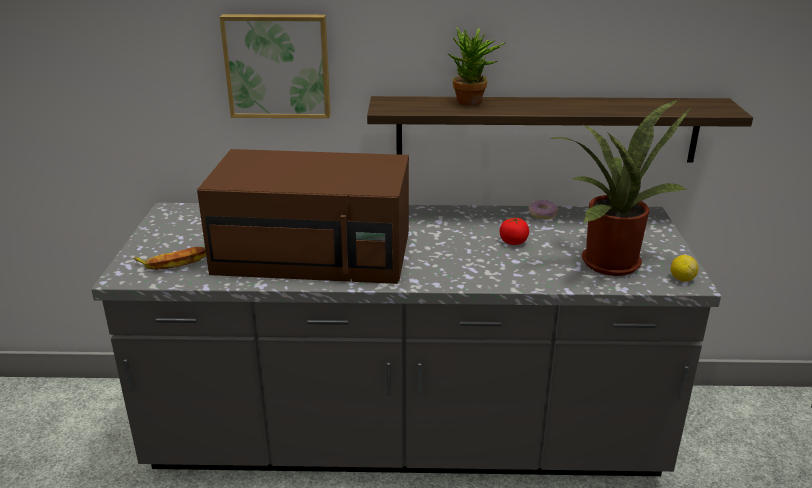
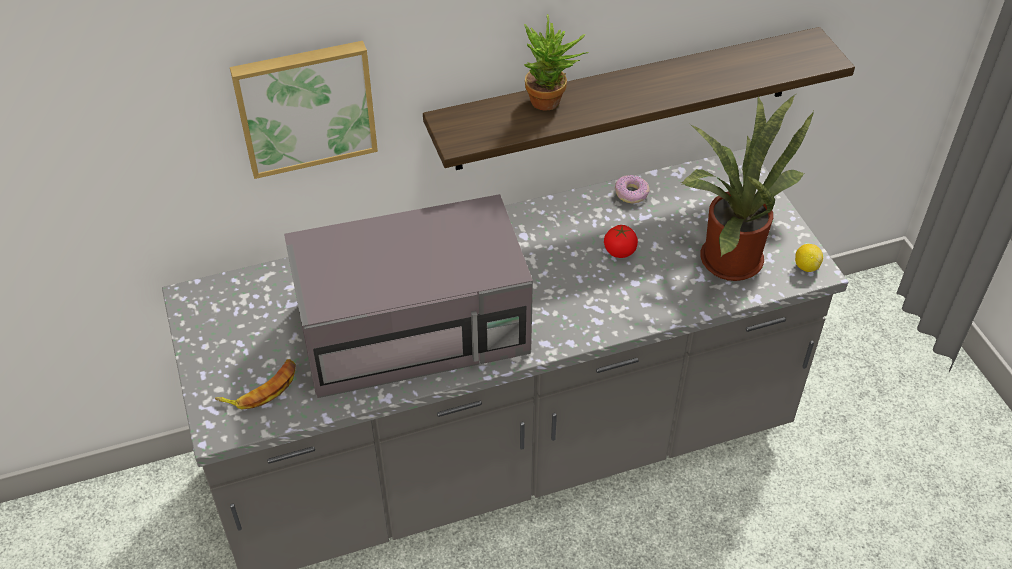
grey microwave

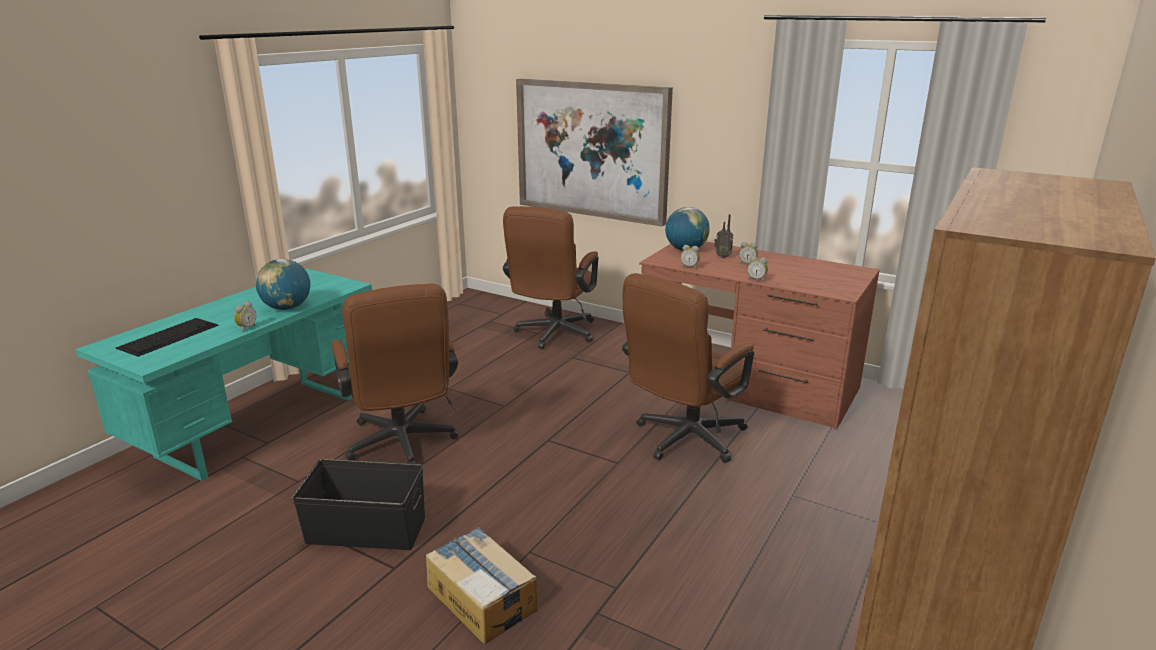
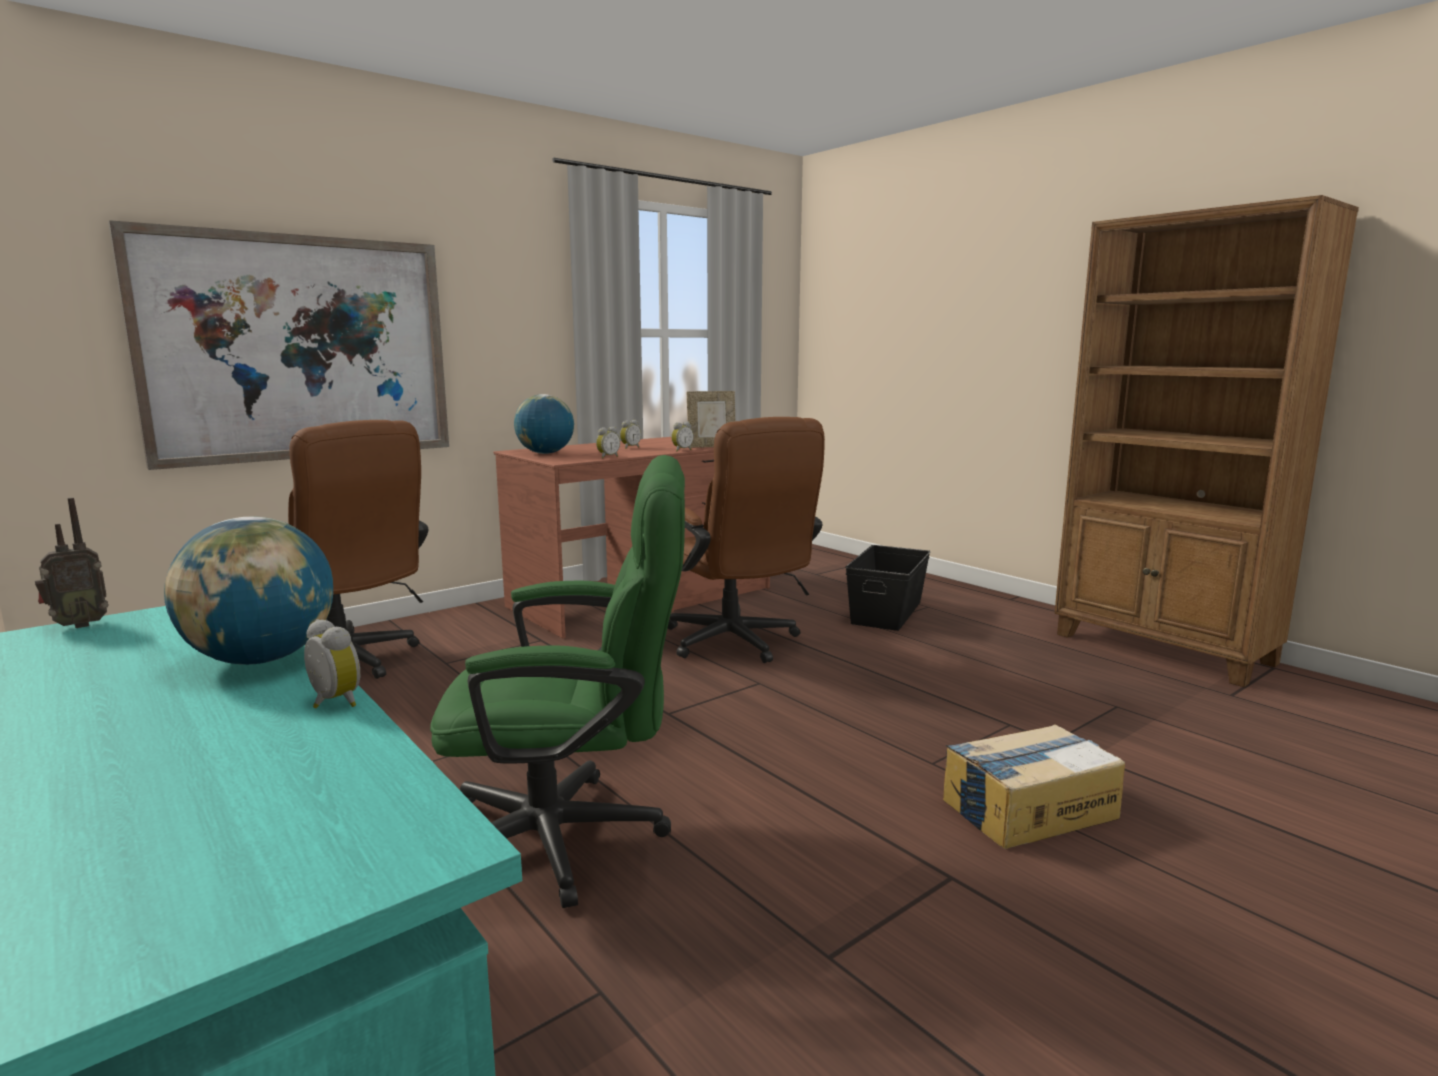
keyboard; black storage box; green office chair; radio; picture frame

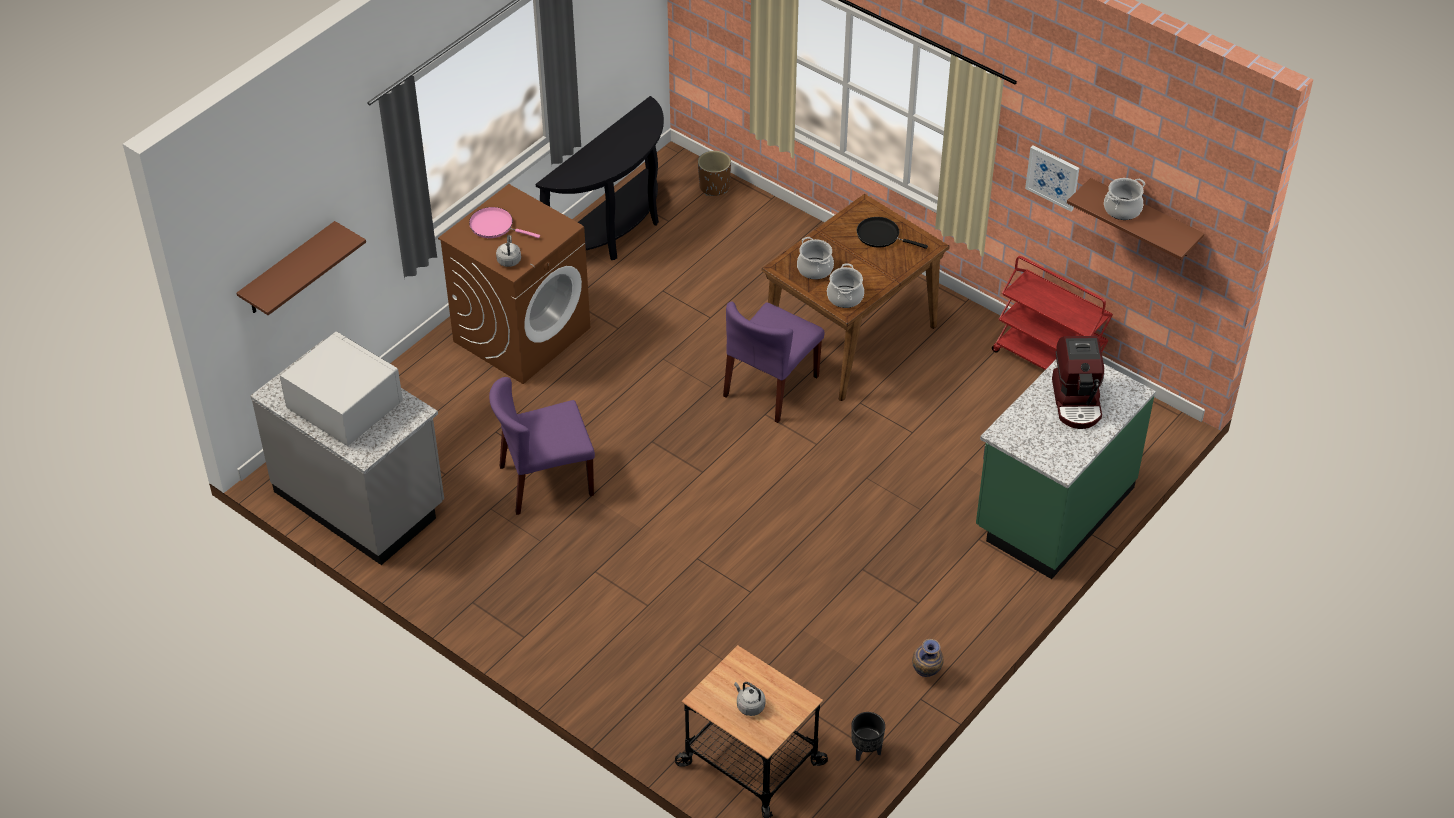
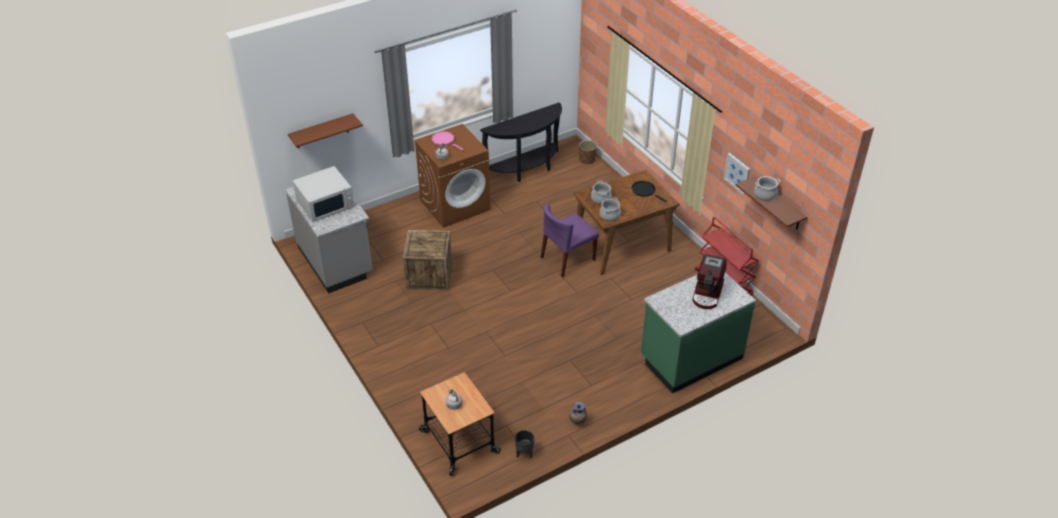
white microwave; crate

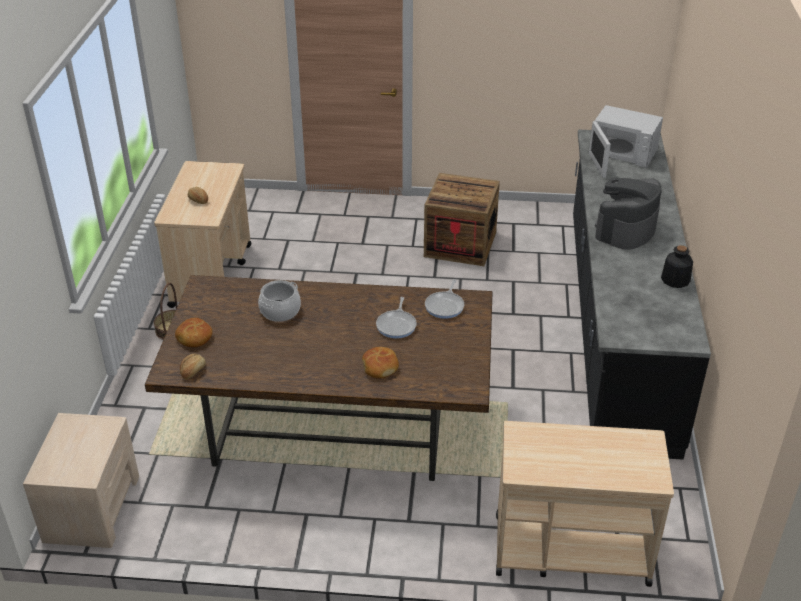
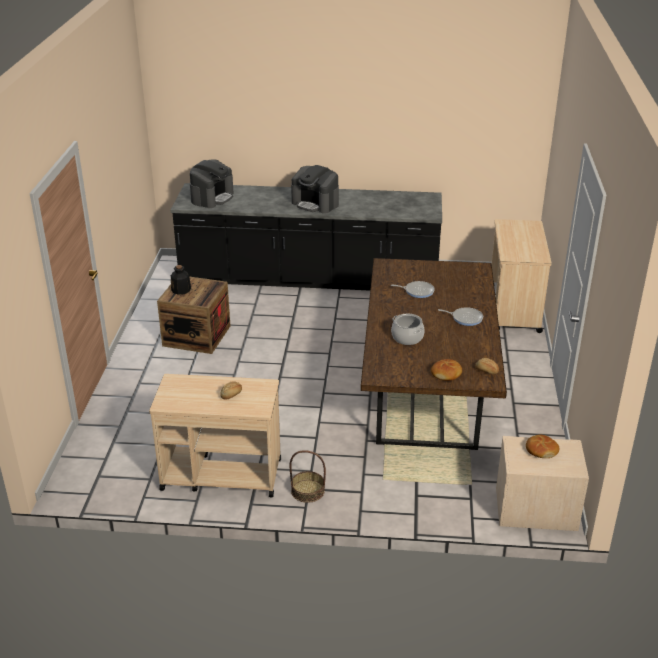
bread (4th from left); frying pan (2nd from left); coffee machine (1st from left); bottle

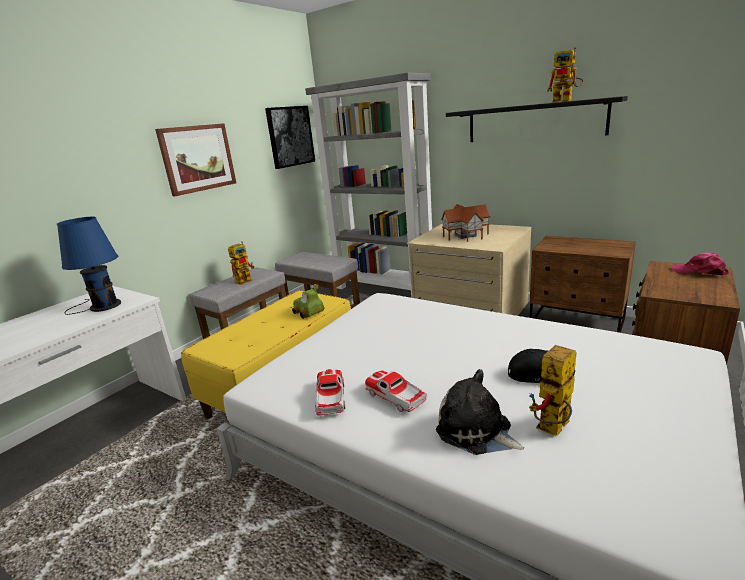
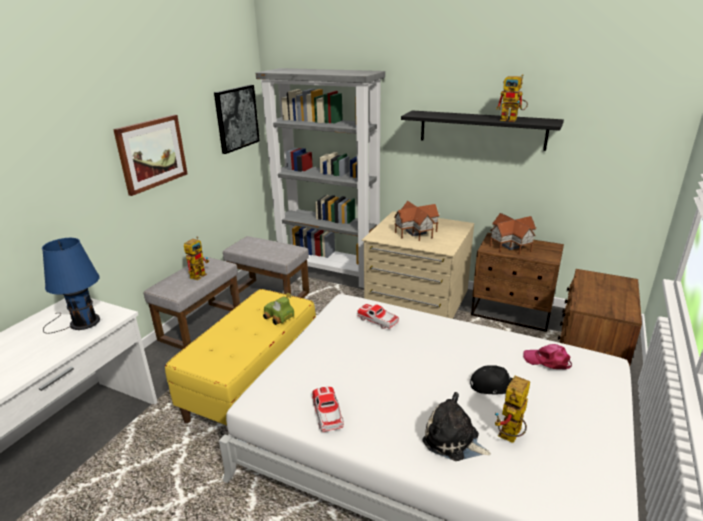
toy car (3rd from left); pink cap; toy house (2nd from left)

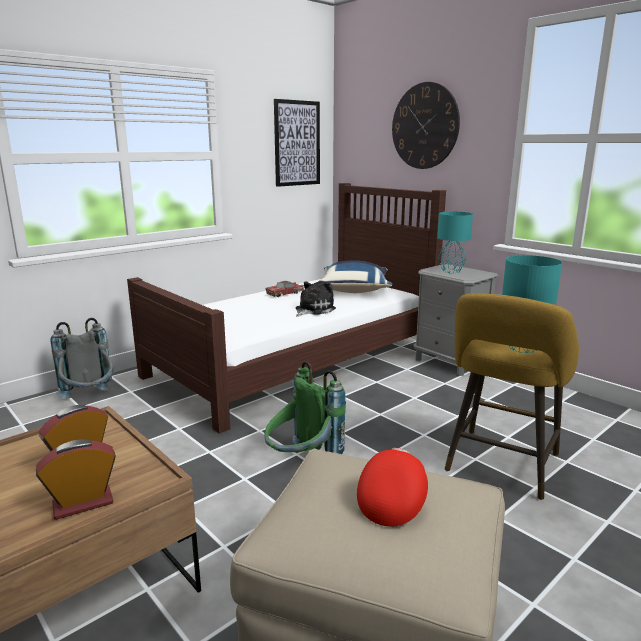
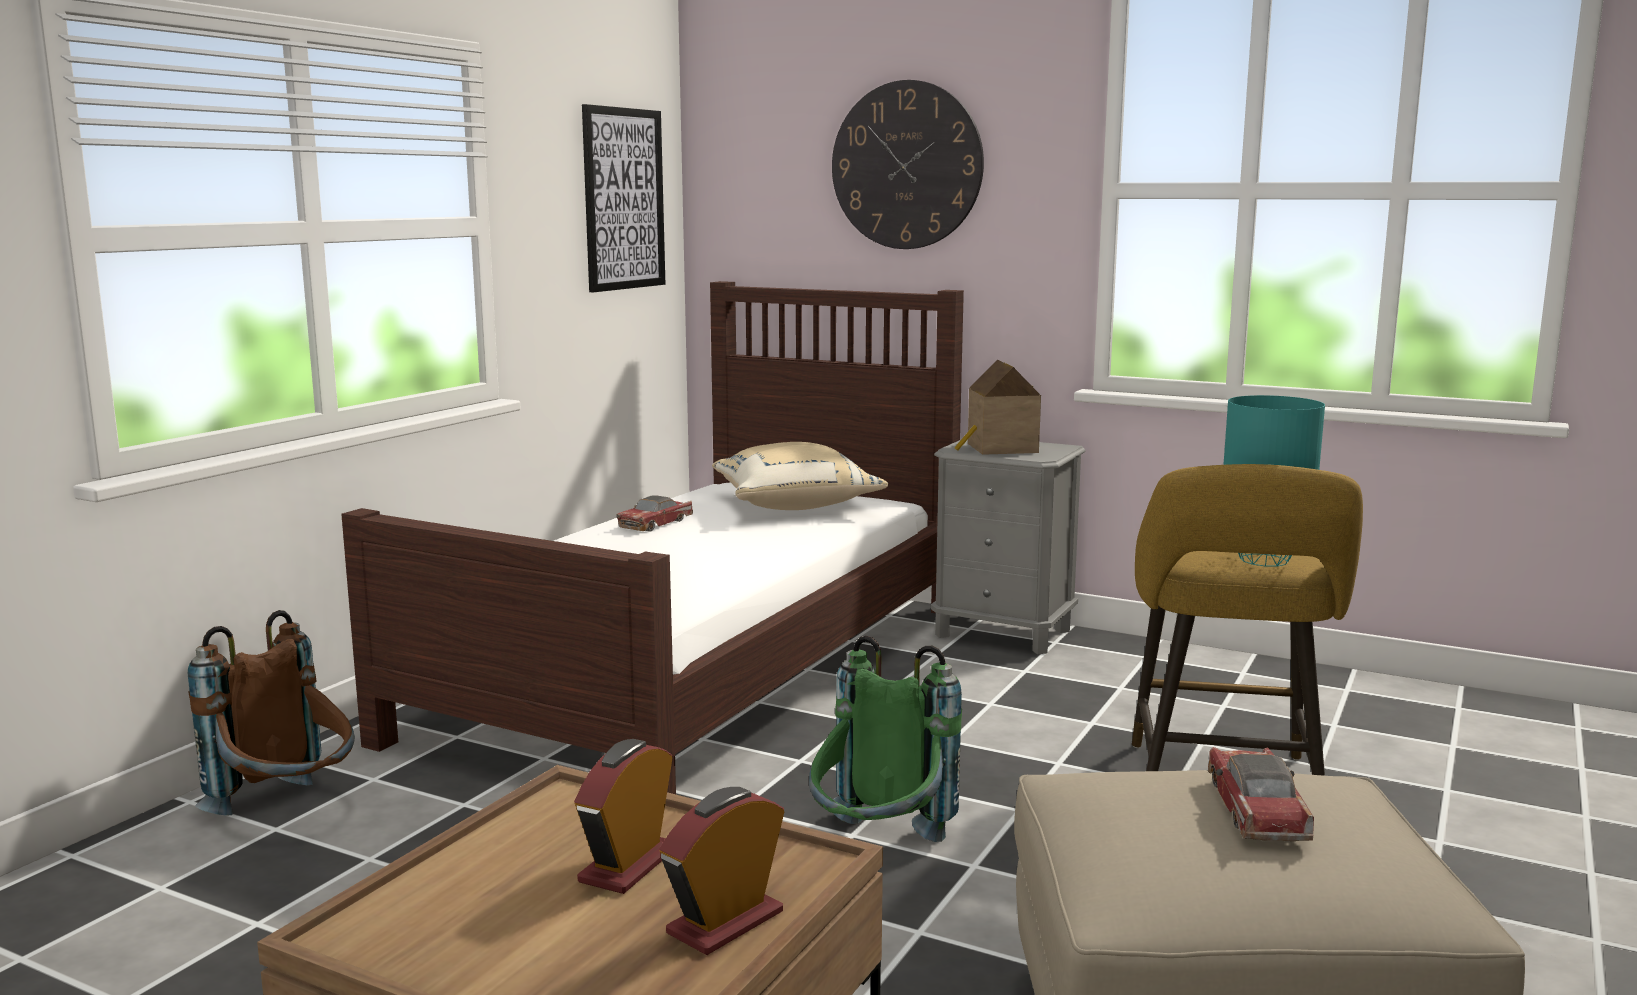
brown backpack; plush toy; beige pillow; toy car (2nd from left); toy house

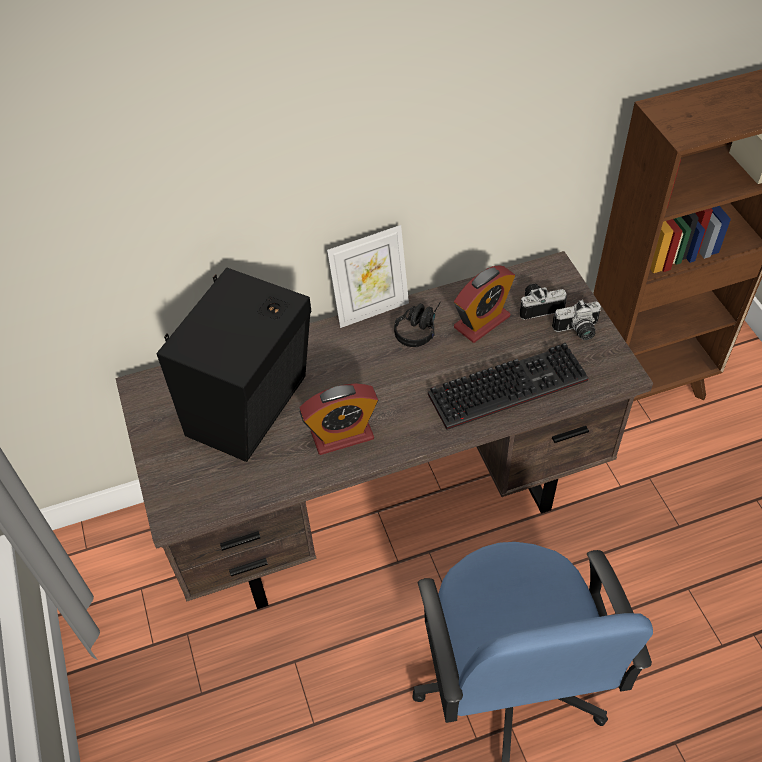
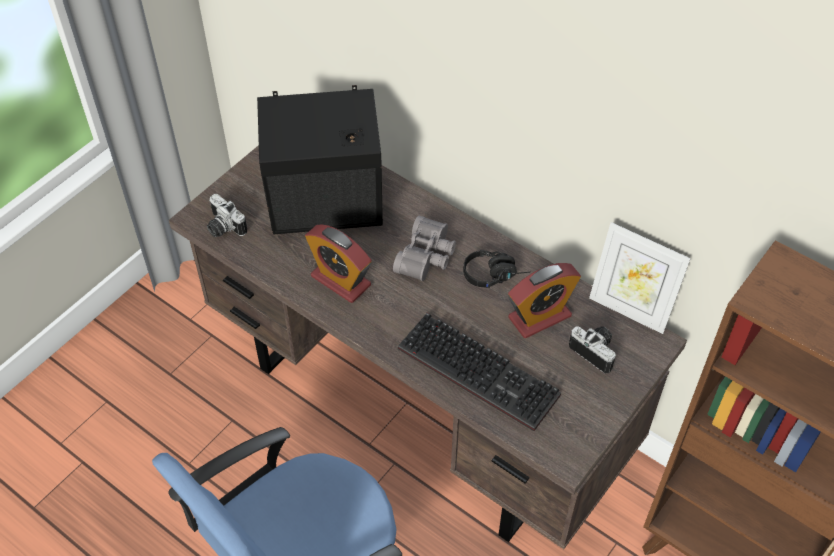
picture frame; alarm clock (2nd from left); photo camera (1st from left); grey binoculars

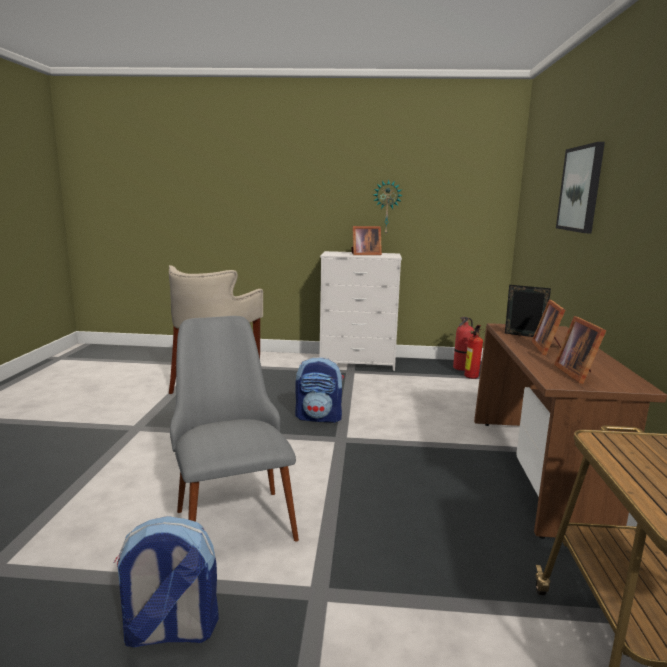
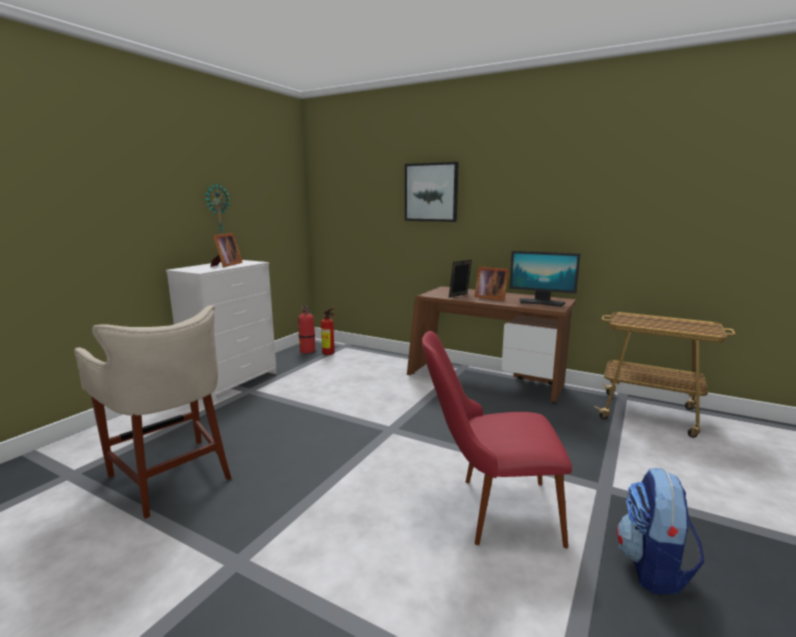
red chair; backpack (2nd from left in the first image); monitor

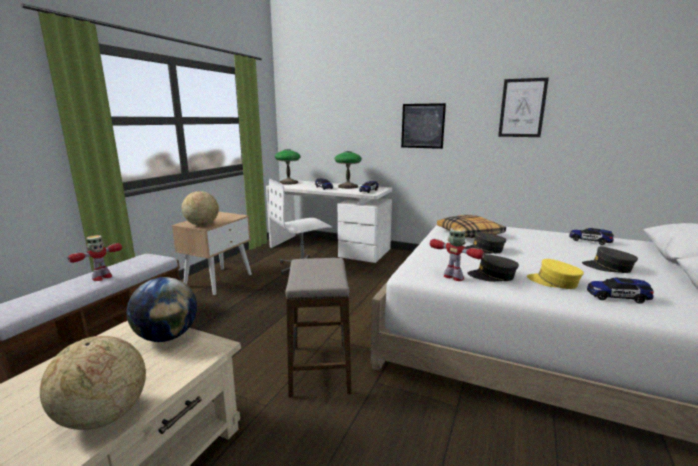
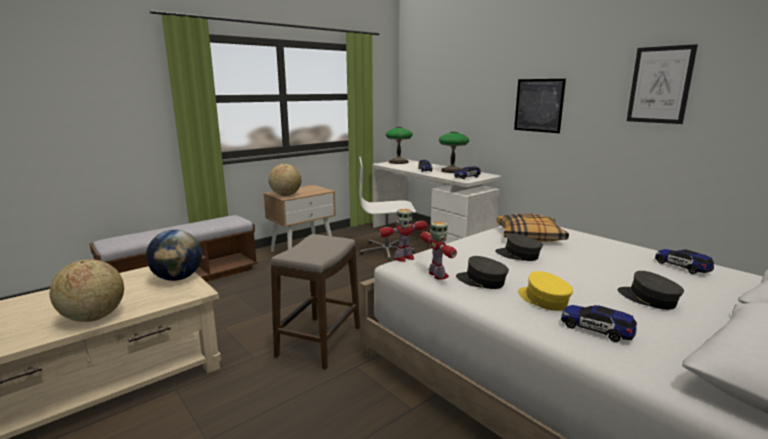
toy robot (1st from left)

